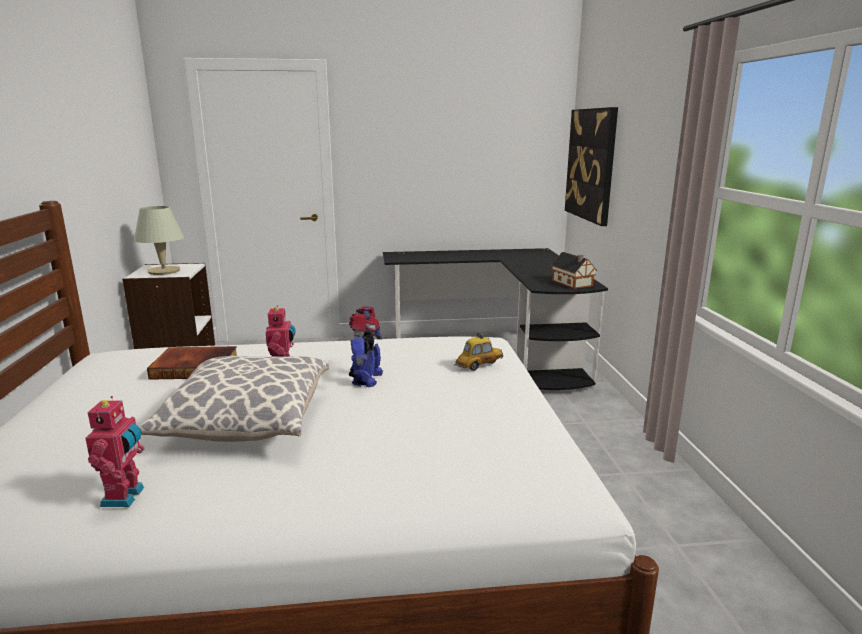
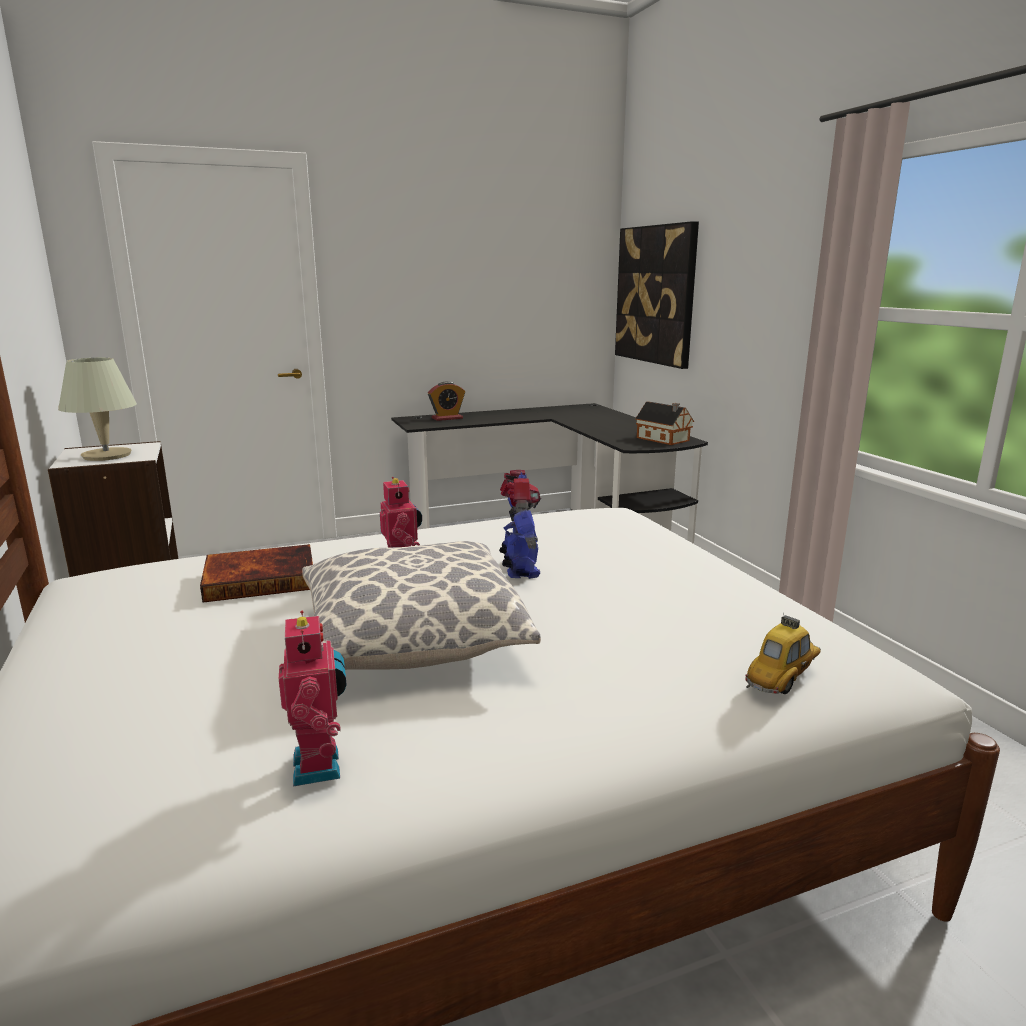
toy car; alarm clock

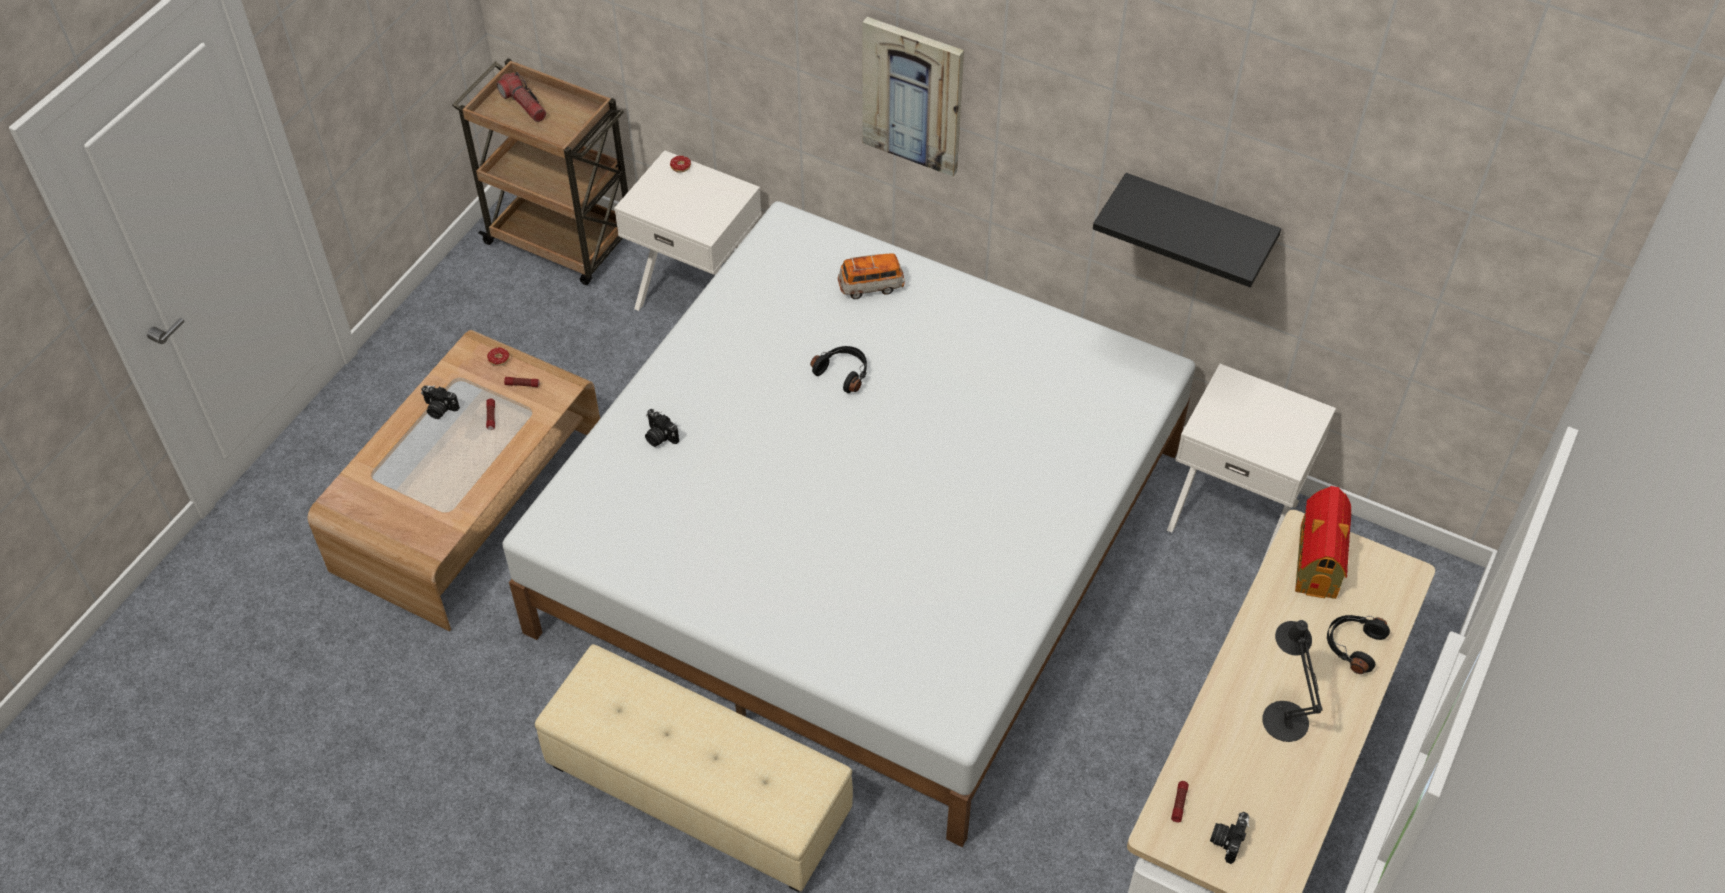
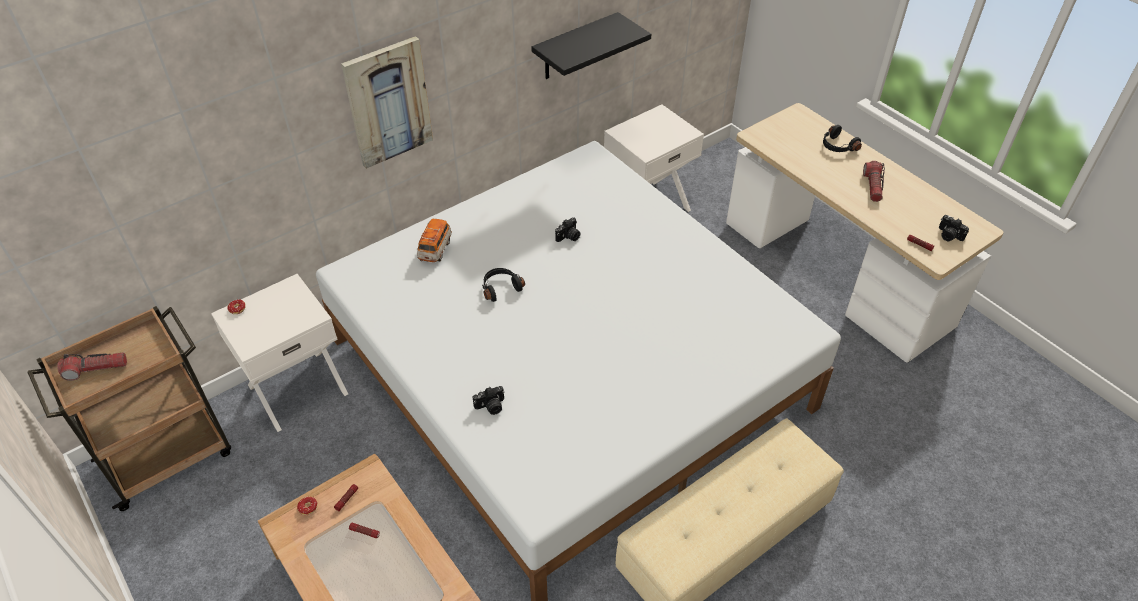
photo camera (2nd from left); flashlight (4th from left); toy house

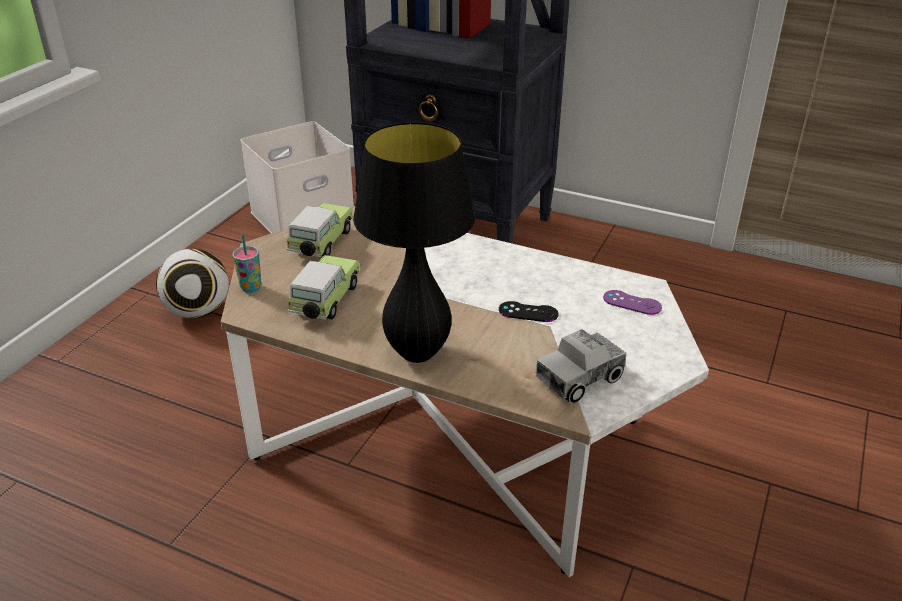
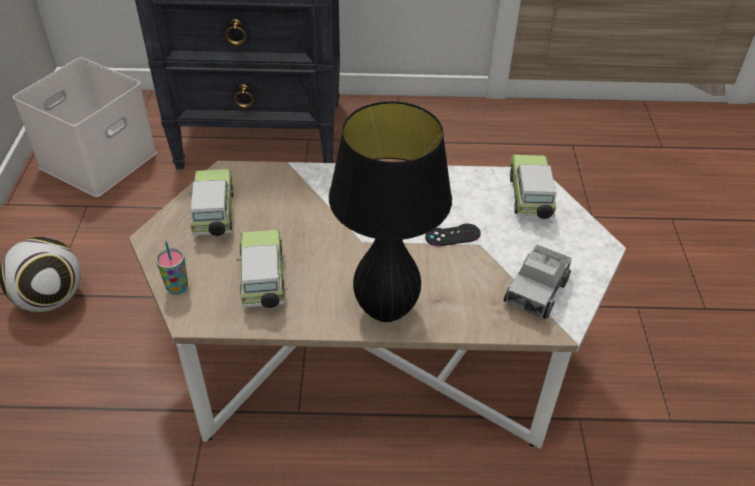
toy car (3rd from left)

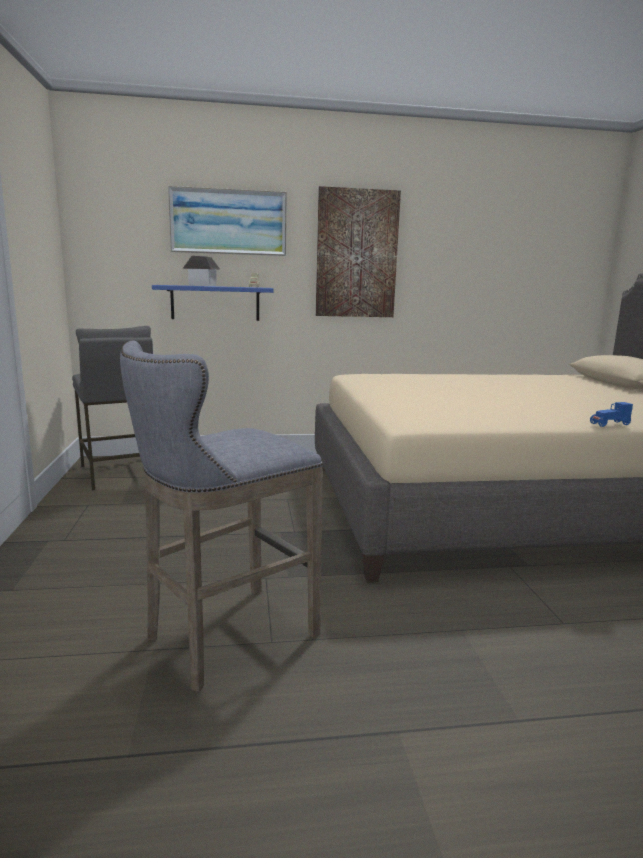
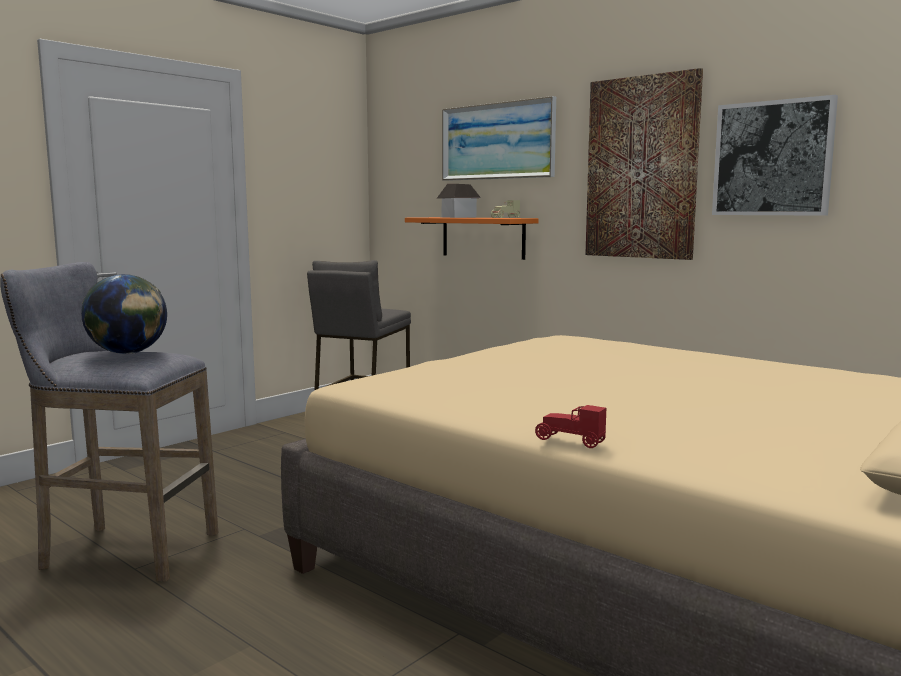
orange shelf; red toy car; globe; picture (3rd from left)

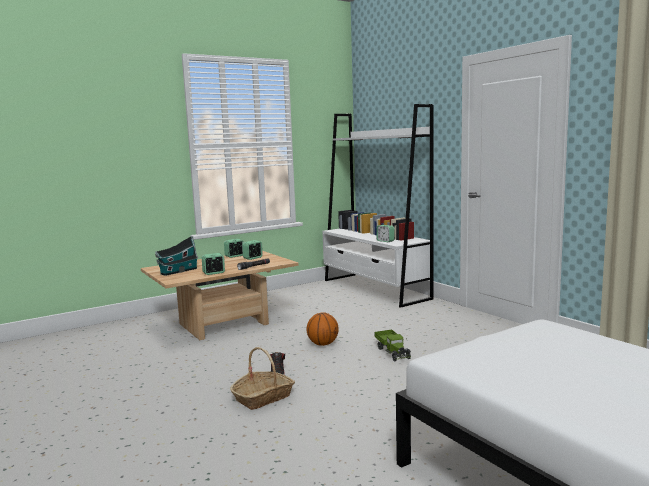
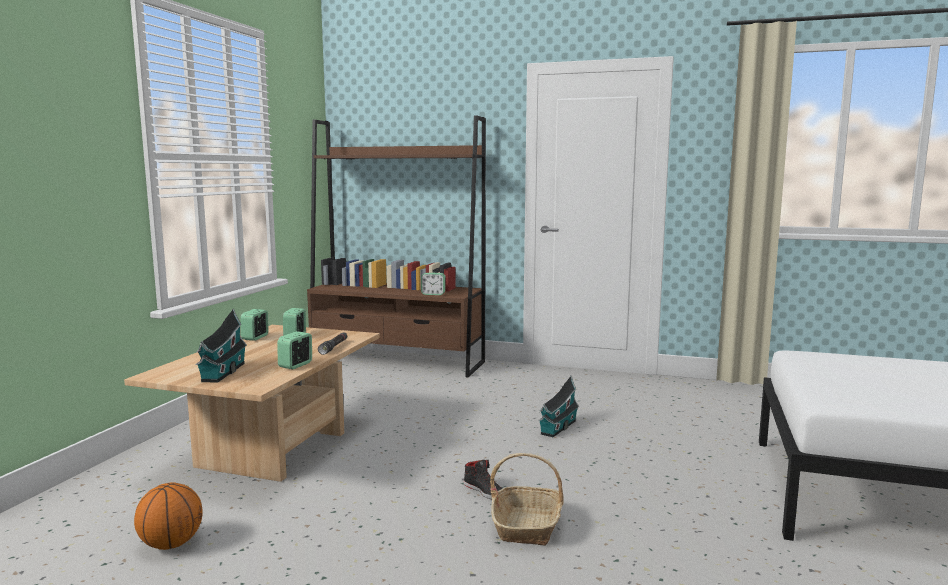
basketball; brown bookcase; toy house (2nd from left)

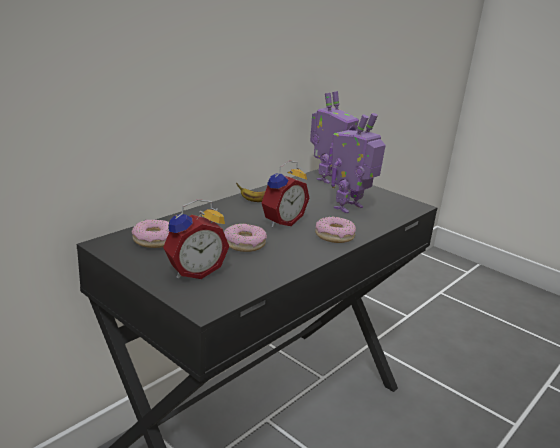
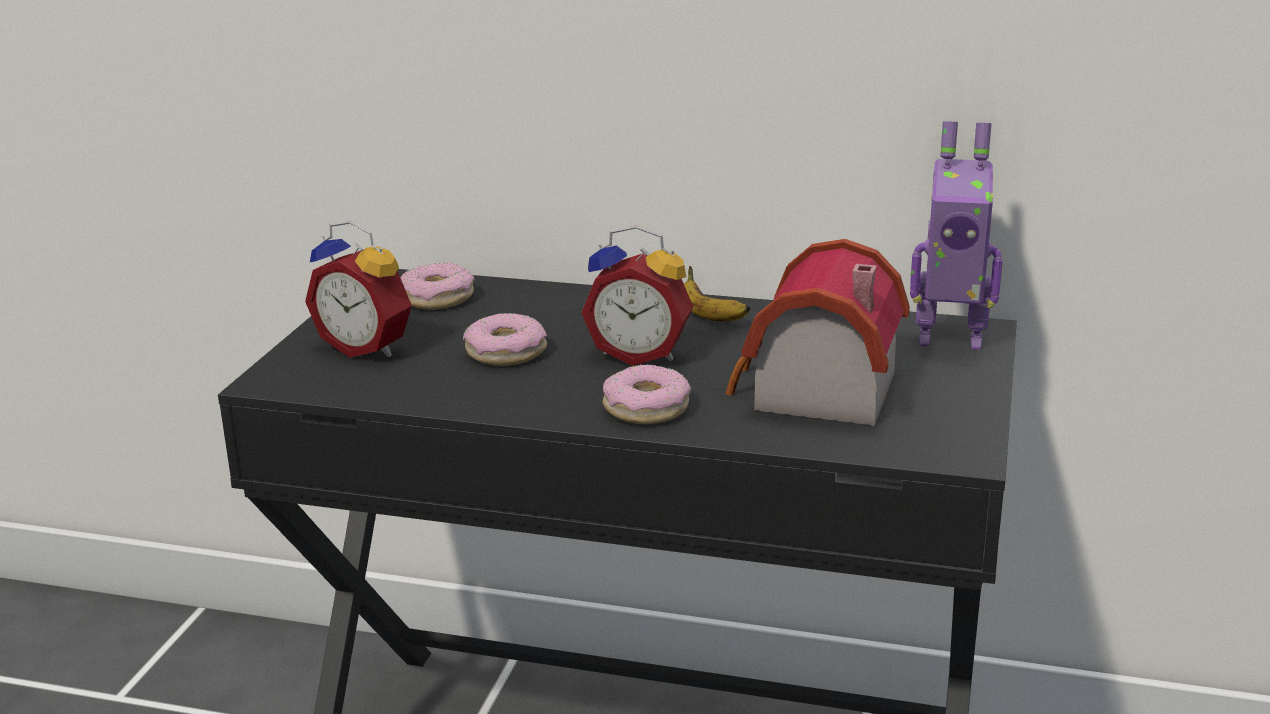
toy house

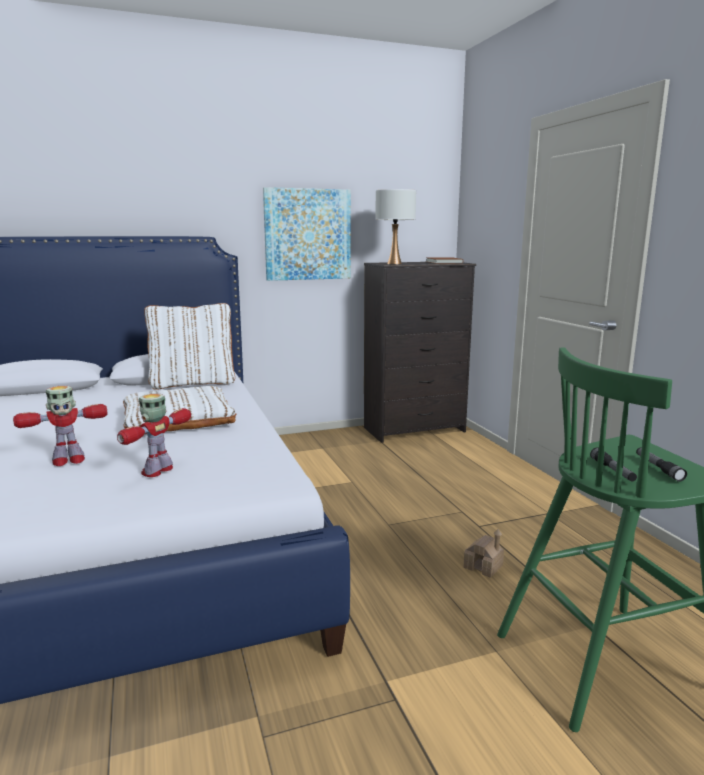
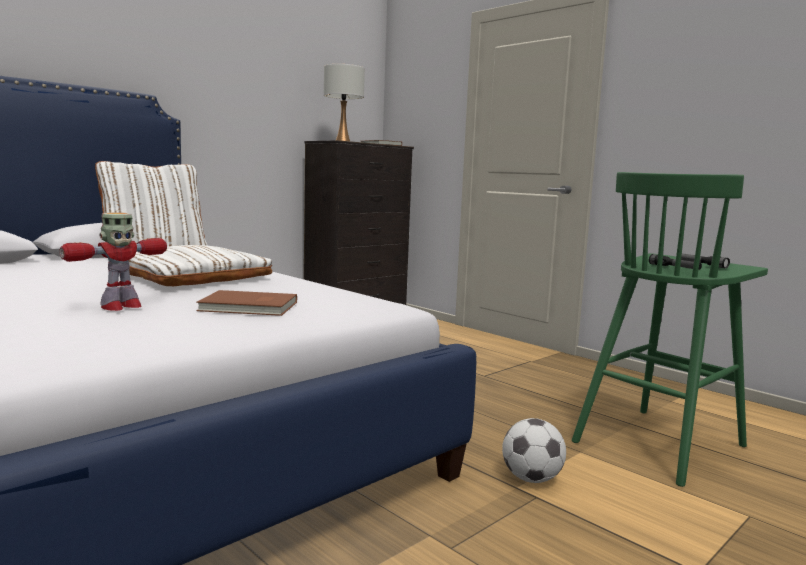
brown book (1st from left); picture; toy house; football

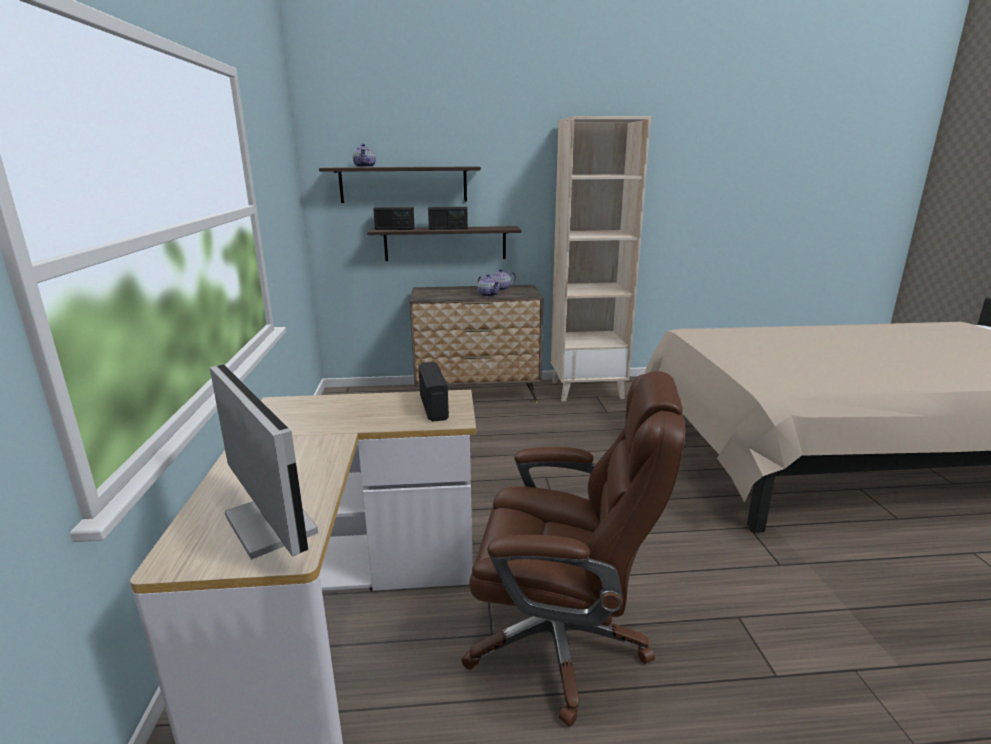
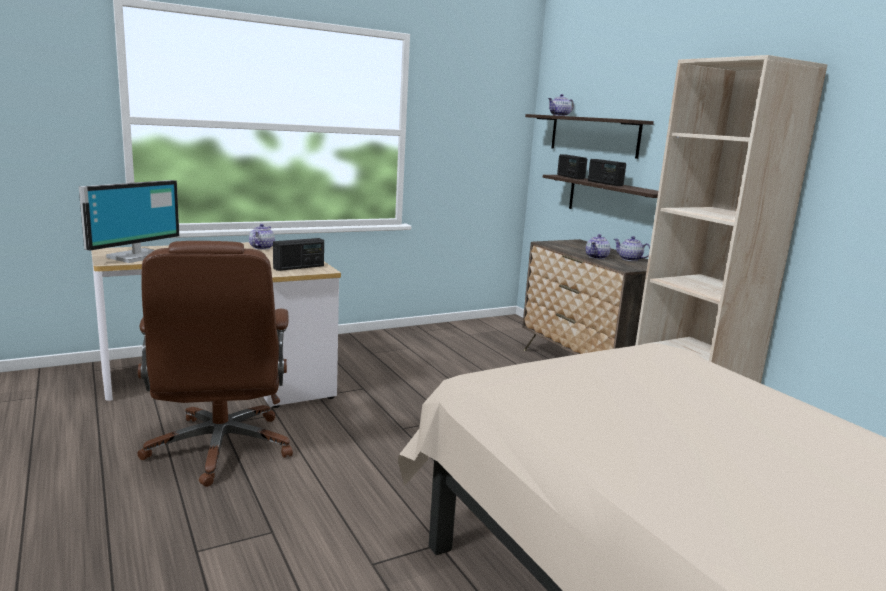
teapot (1st from left)

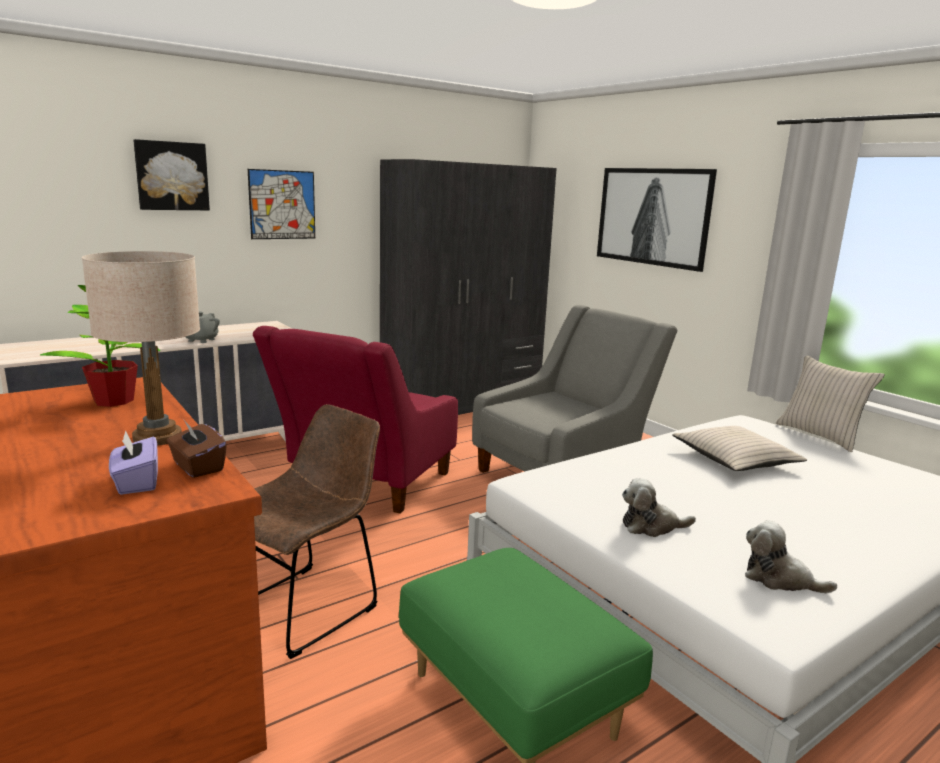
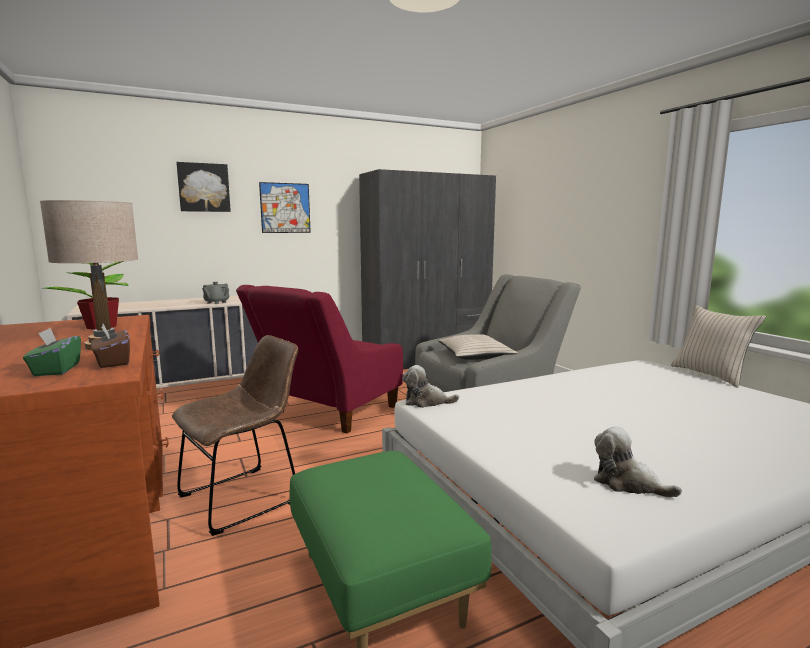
green tissue box; picture (3rd from left in the first image); plush toy (1st from left); beige pillow (1st from left)

